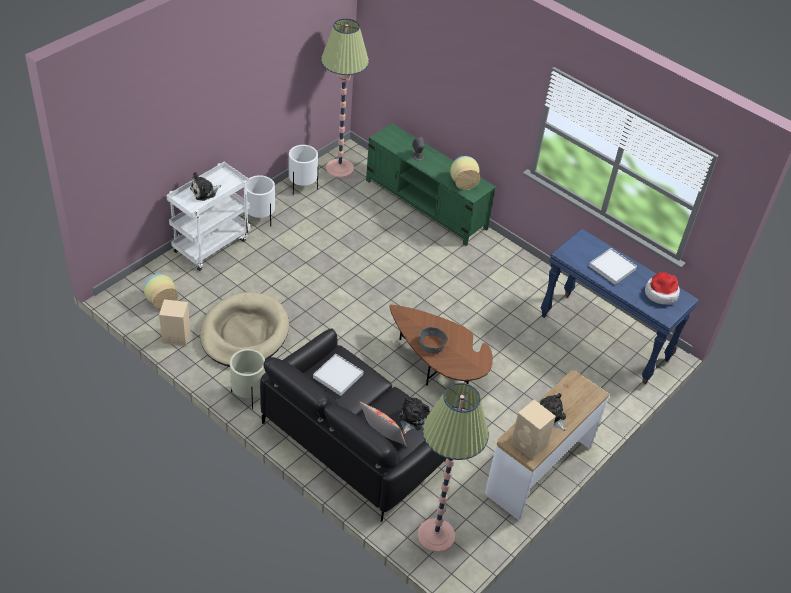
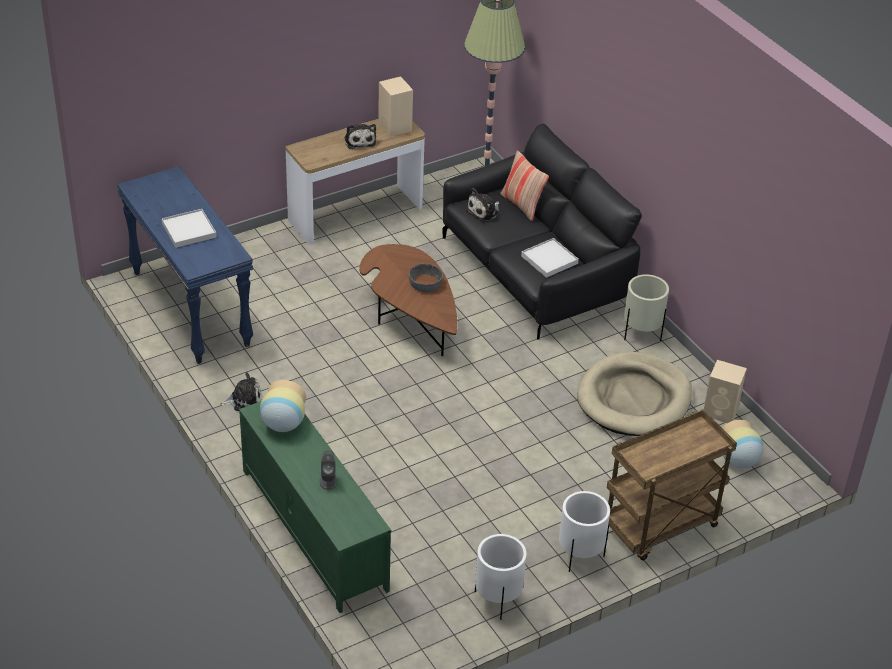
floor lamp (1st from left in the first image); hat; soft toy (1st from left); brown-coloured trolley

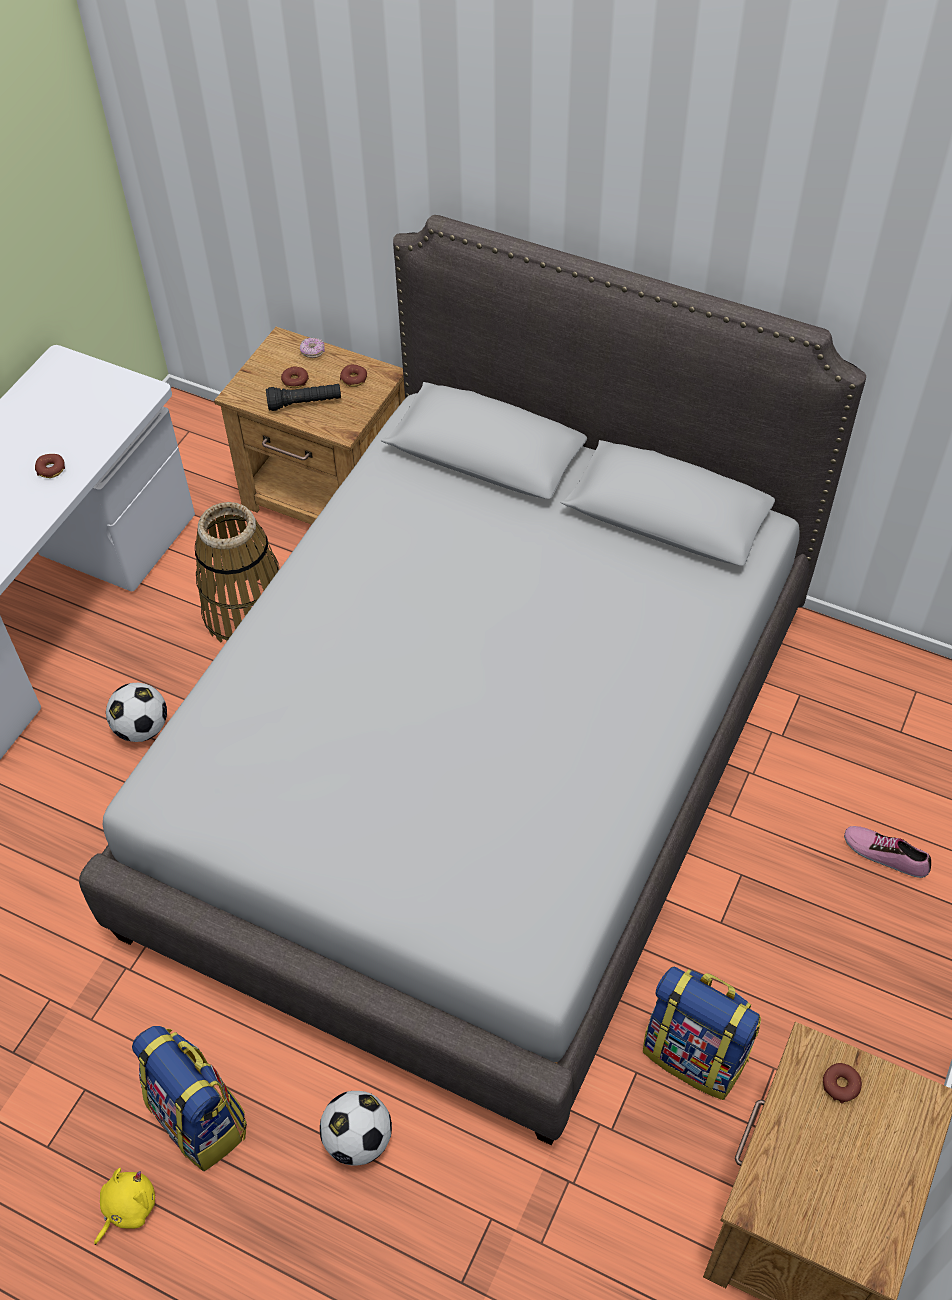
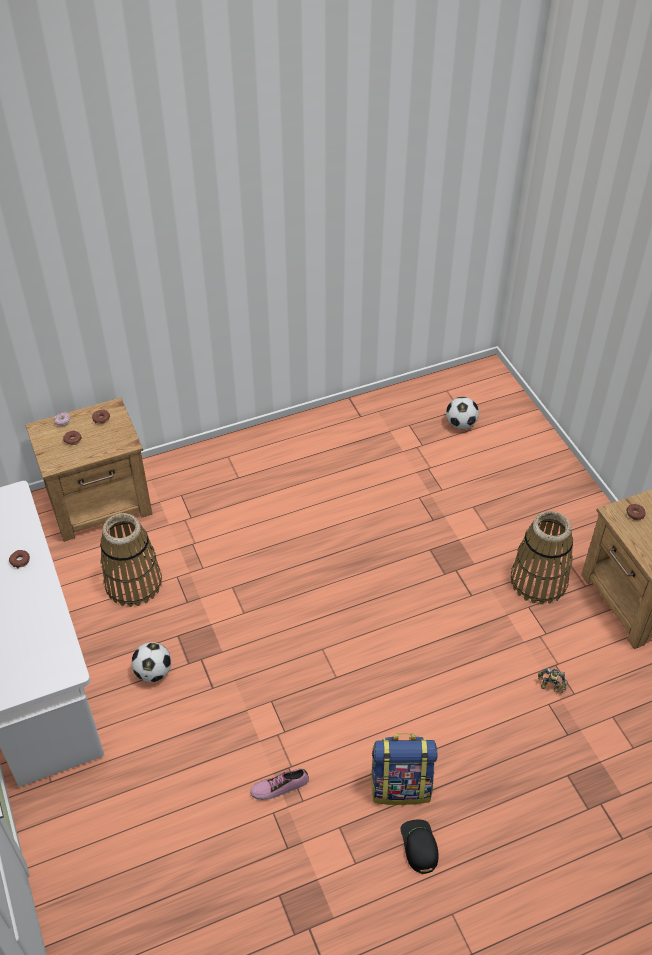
gray sleeping bed; black-coloured flashlight; toy robot; football ball (2nd from left); item of footwear; black-coloured peaked cap; basket (2nd from left)

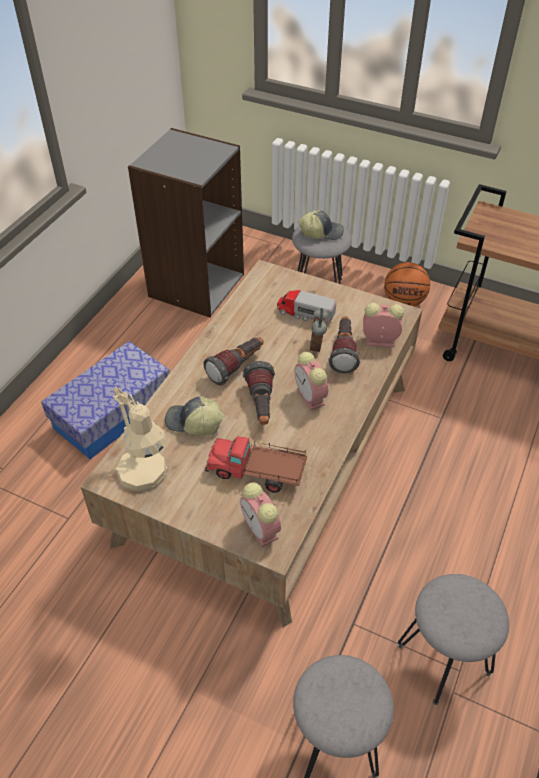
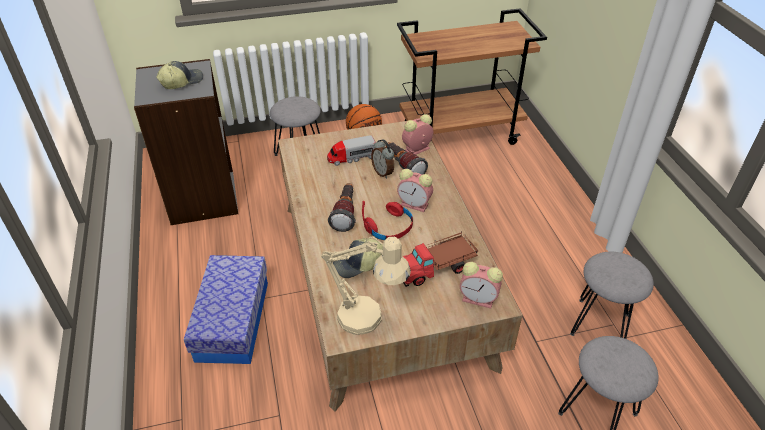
peaked cap (1st from left); reddish headset

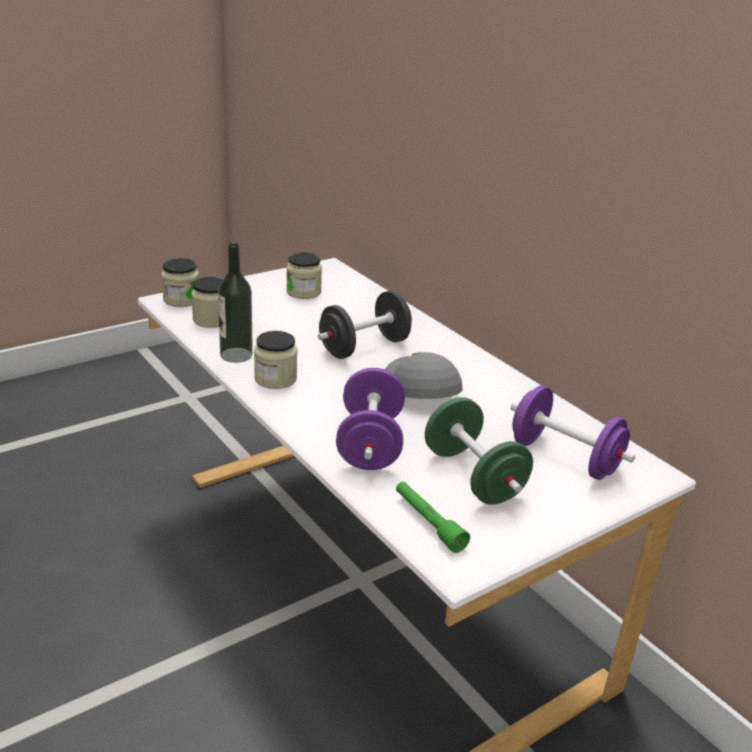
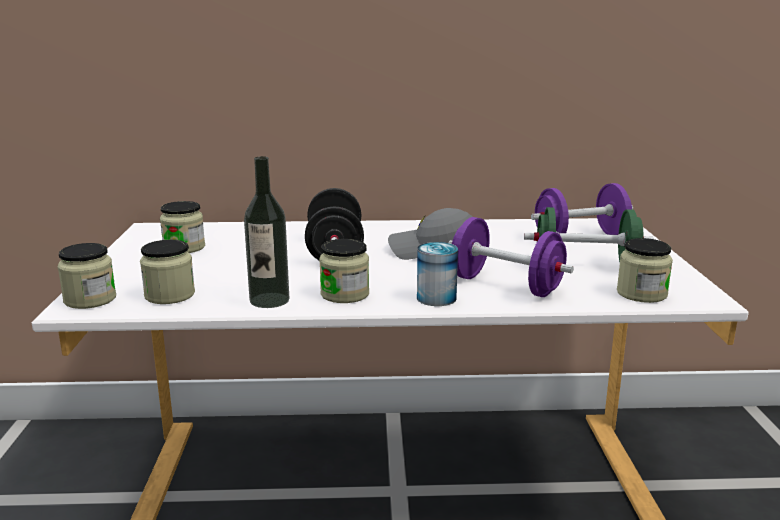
sealed can; preserve jar (5th from left)

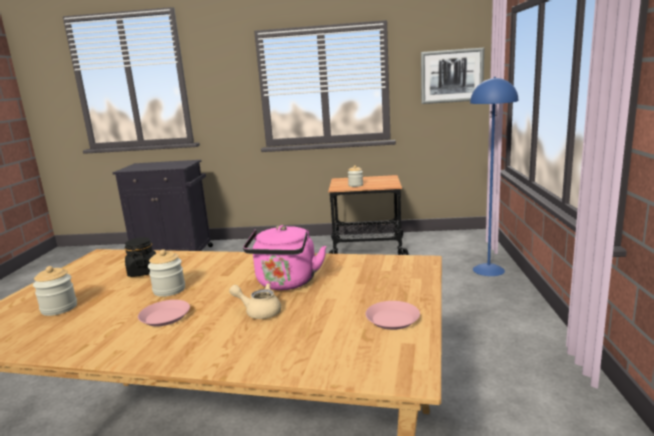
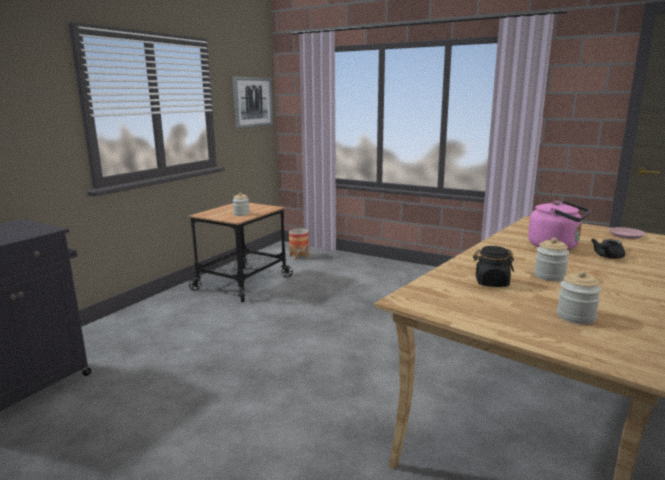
pinkish flat dish (1st from left in the first image); blue-coloured floor lamp; flower pot; black-coloured tea pot

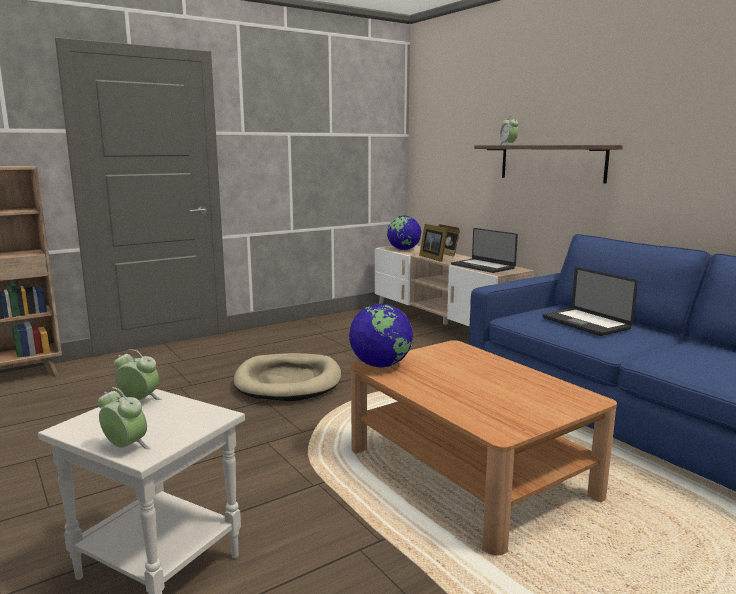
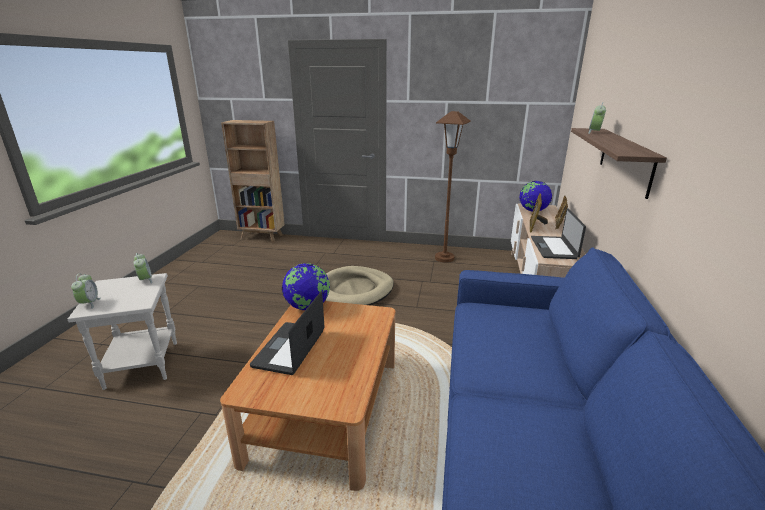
brown-coloured floor lamp; notebook computer (1st from left)

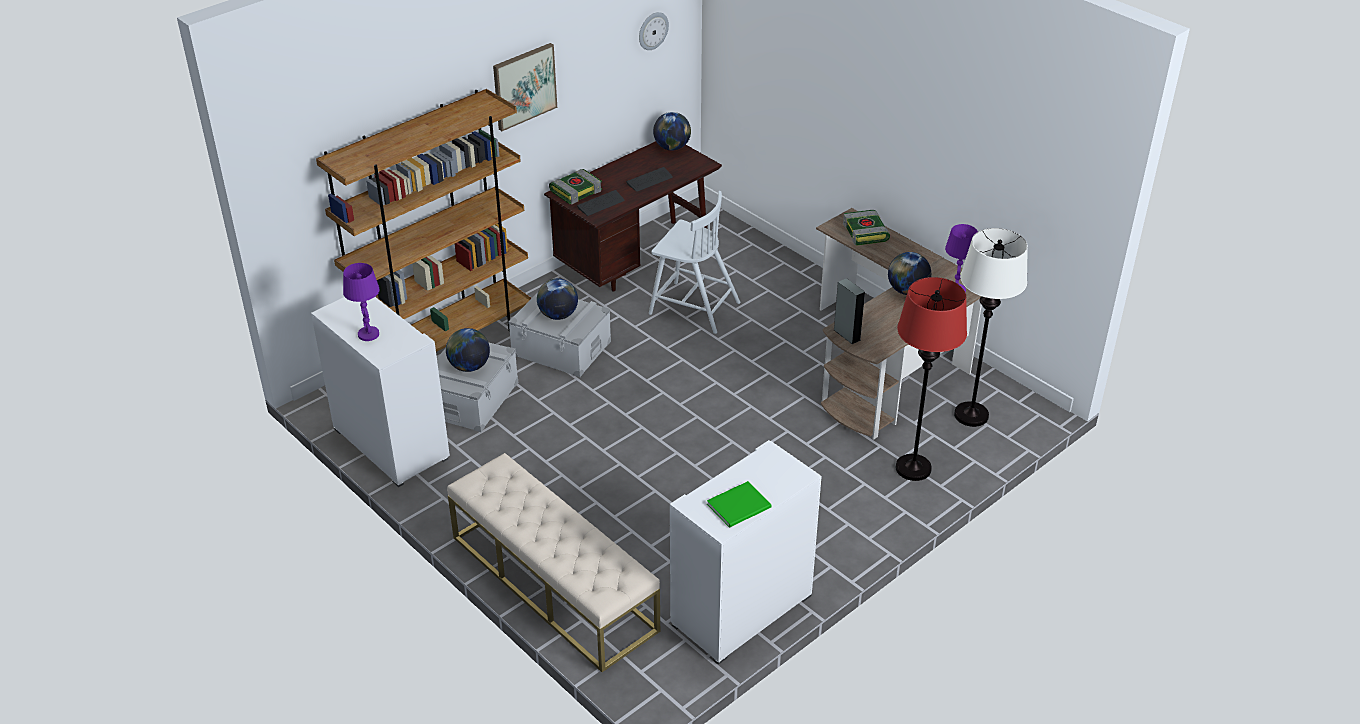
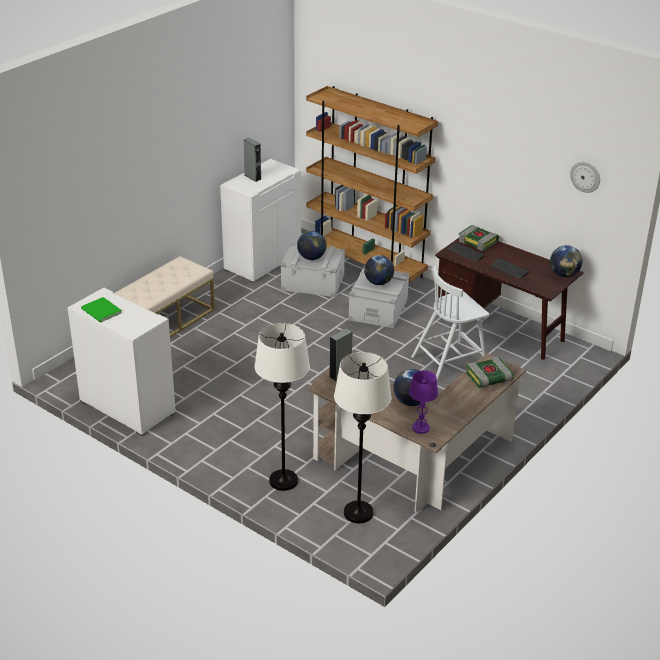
wall art; gray loudspeaker (1st from left); white-coloured floor lamp (1st from left); white-coloured plain chair

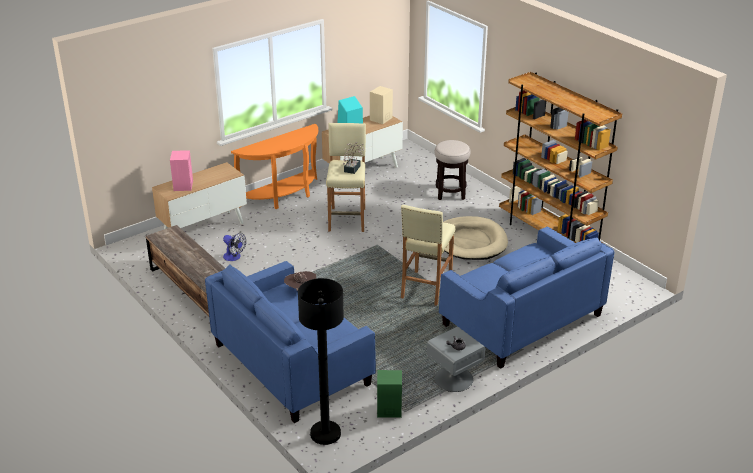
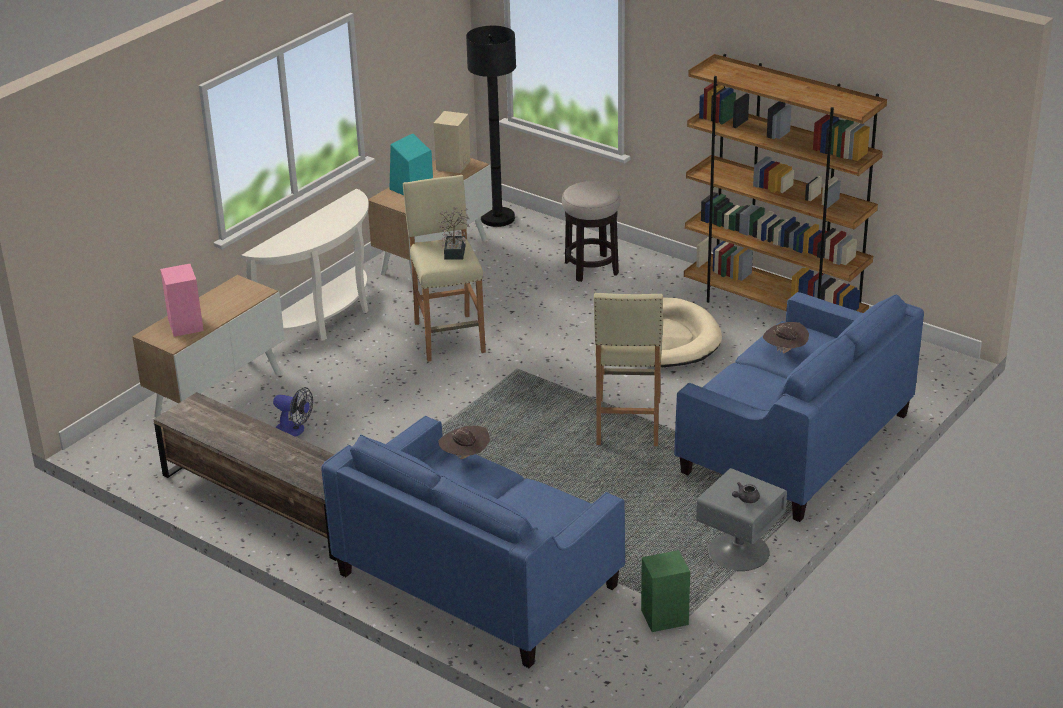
brown-coloured hat (2nd from left); black-coloured floor lamp; white-coloured console table

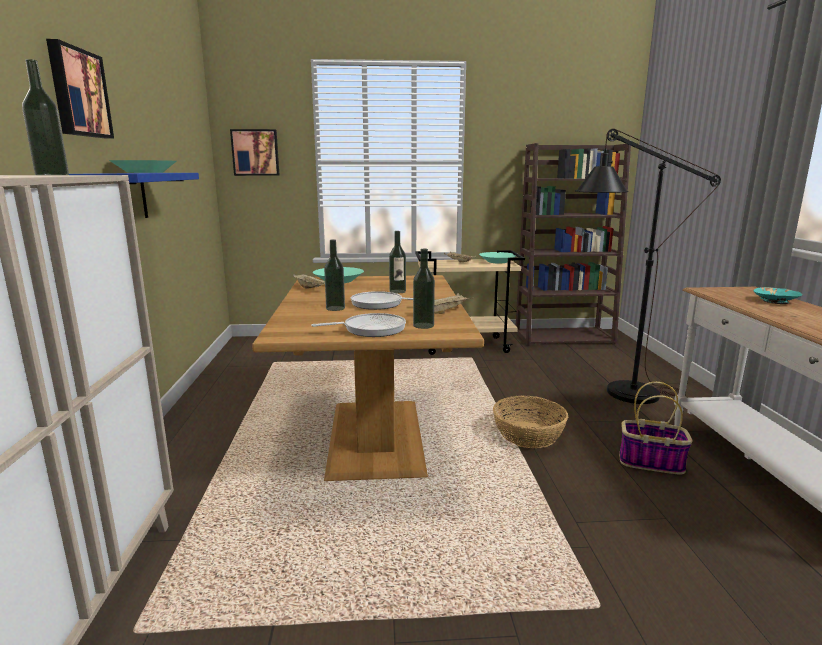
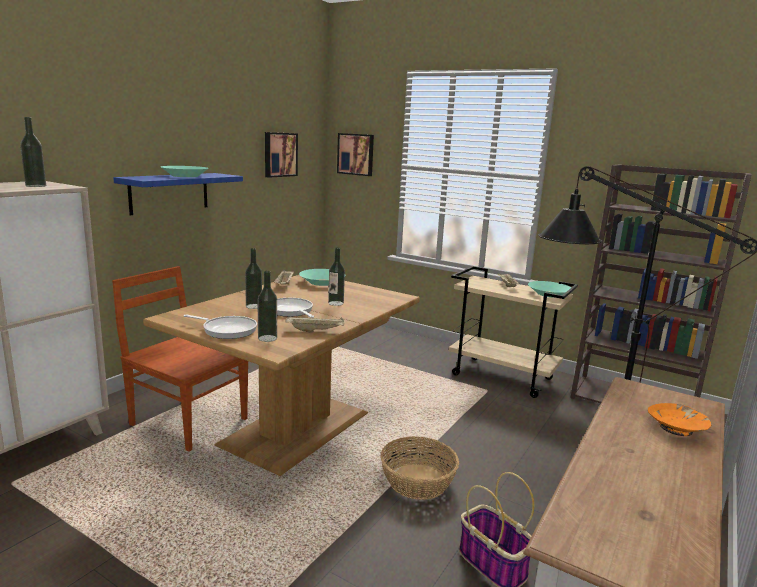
brown-coloured plain chair; wall art (1st from left); orangey serving bowl

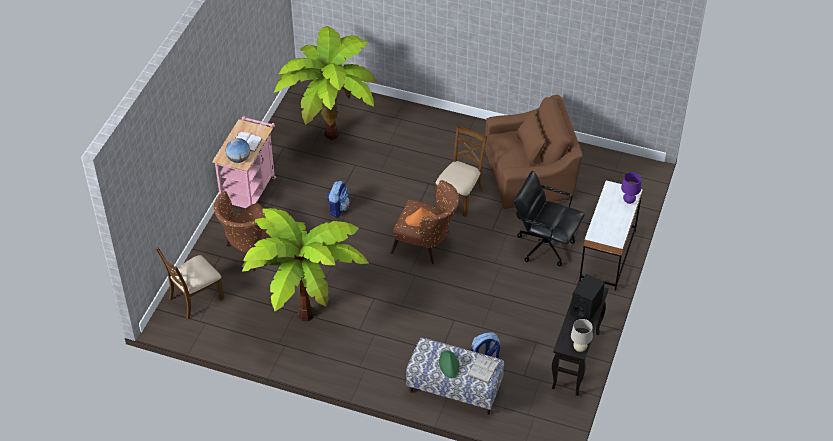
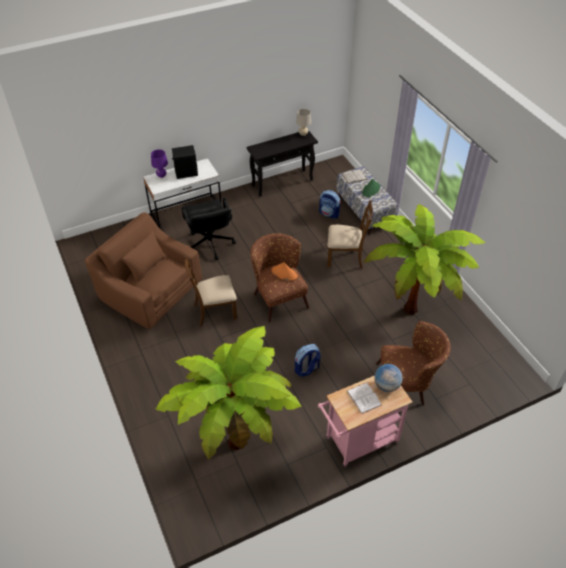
brown-coloured plain chair (2nd from left); black-coloured loudspeaker

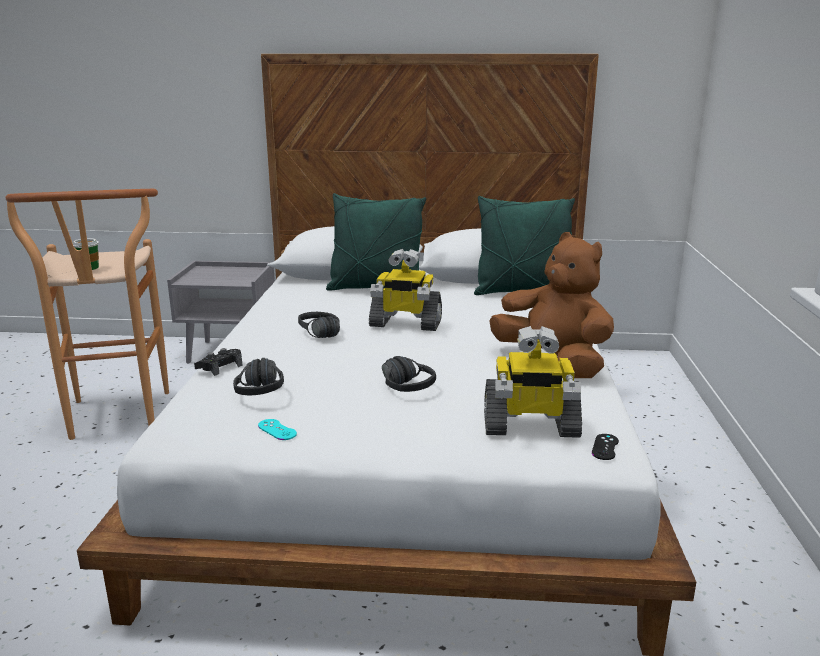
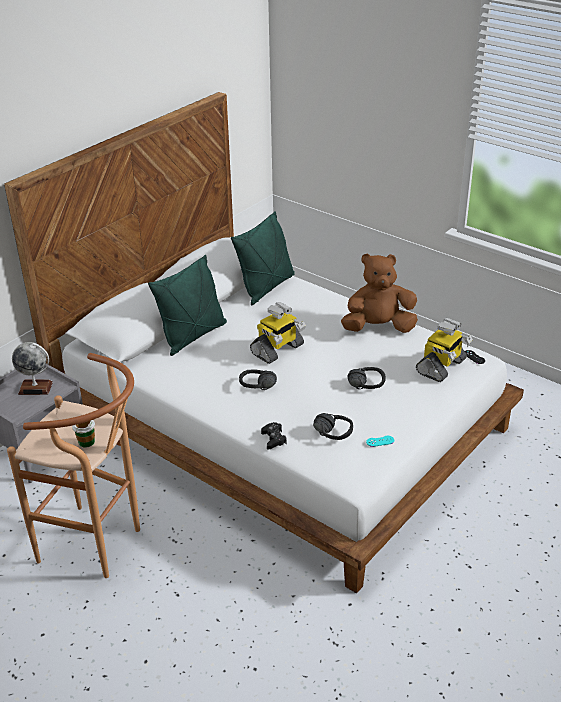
world globe

